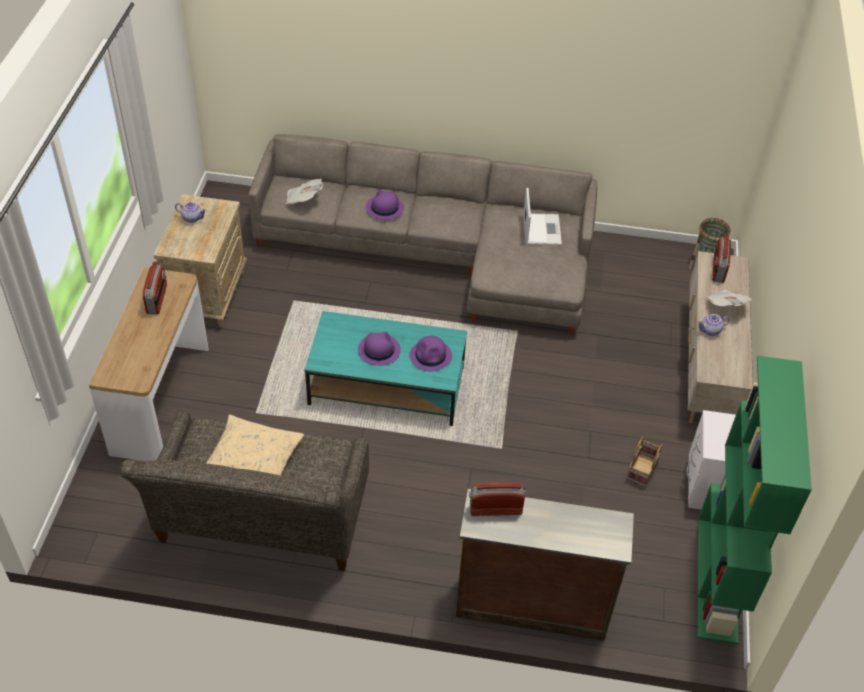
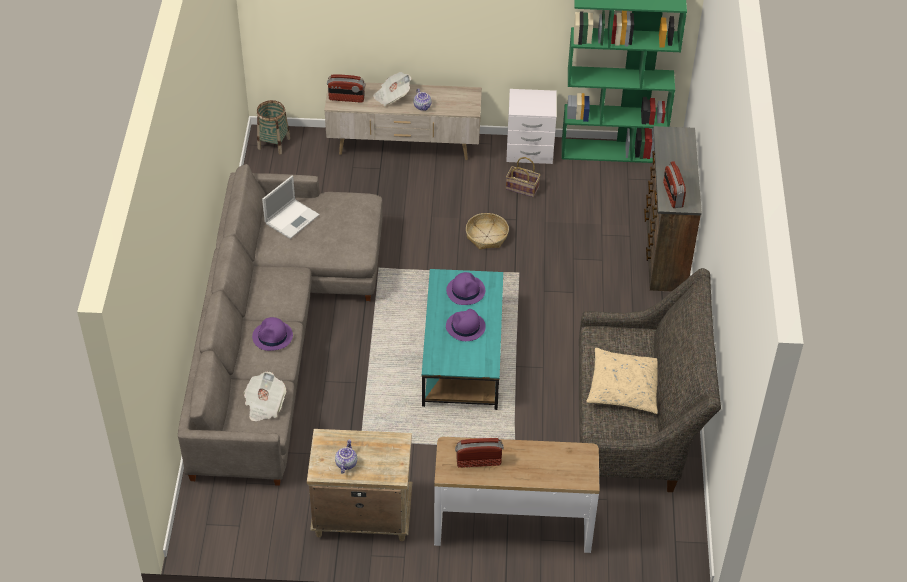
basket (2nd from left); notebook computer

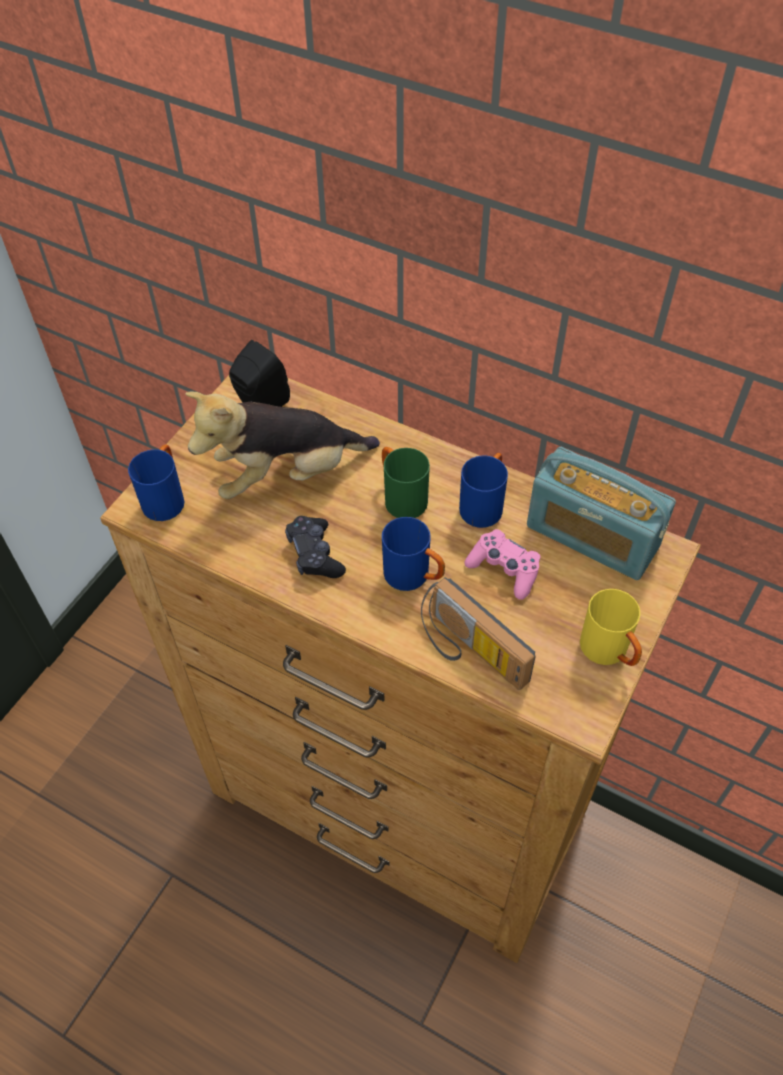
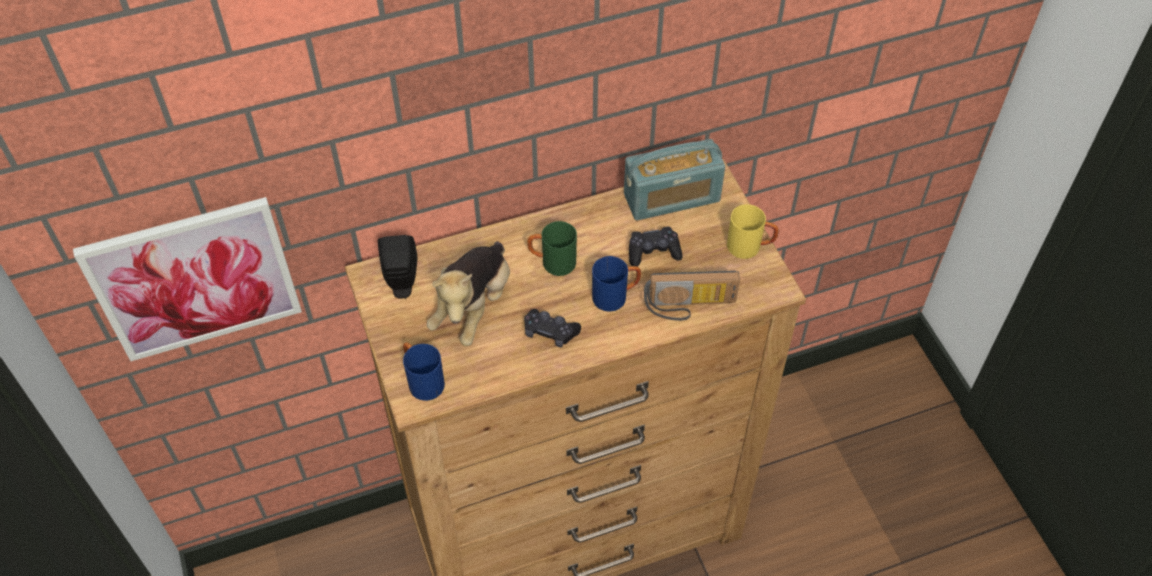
blue-coloured coffee mug (3rd from left in the first image); wall art; black-coloured game controller (2nd from left)

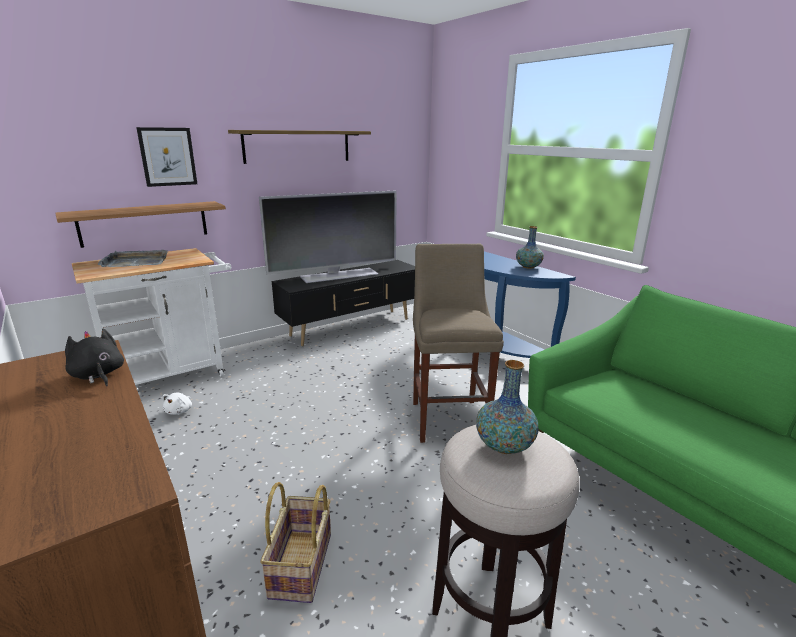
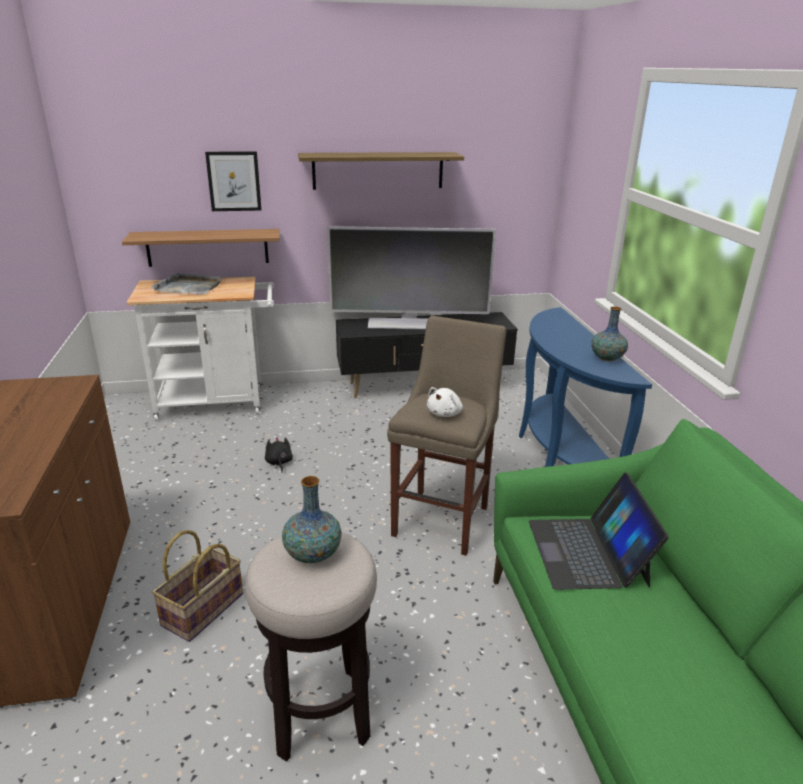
notebook computer; black-coloured soft toy; white-coloured soft toy

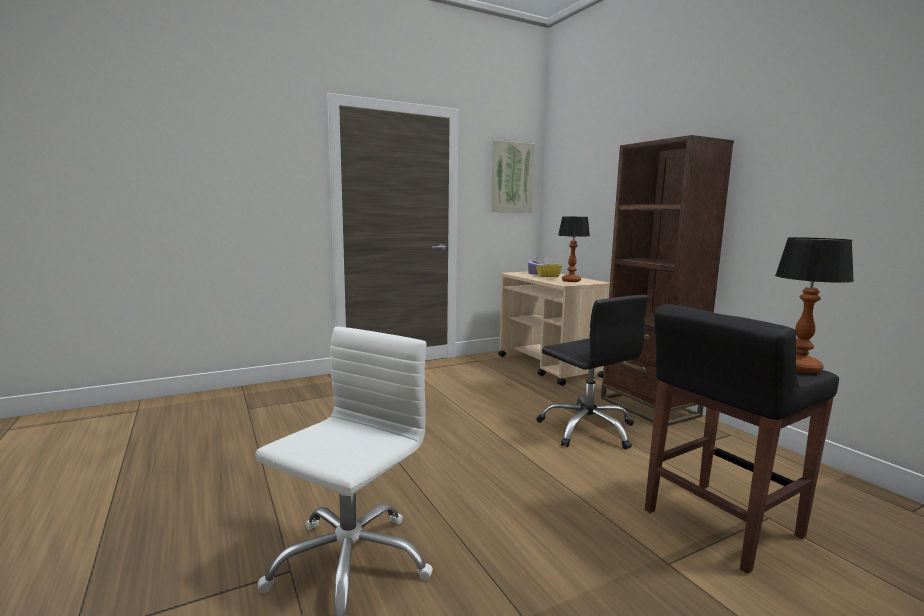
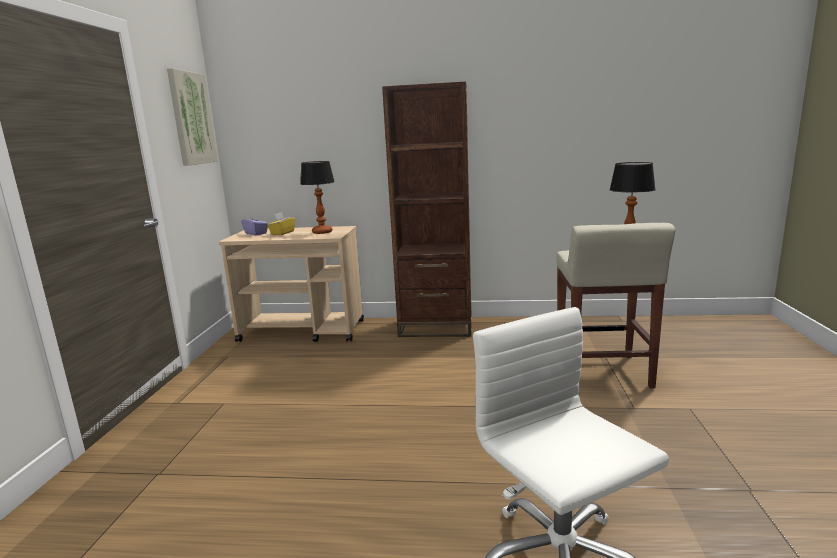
black-coloured desk chair; beige-coloured stool

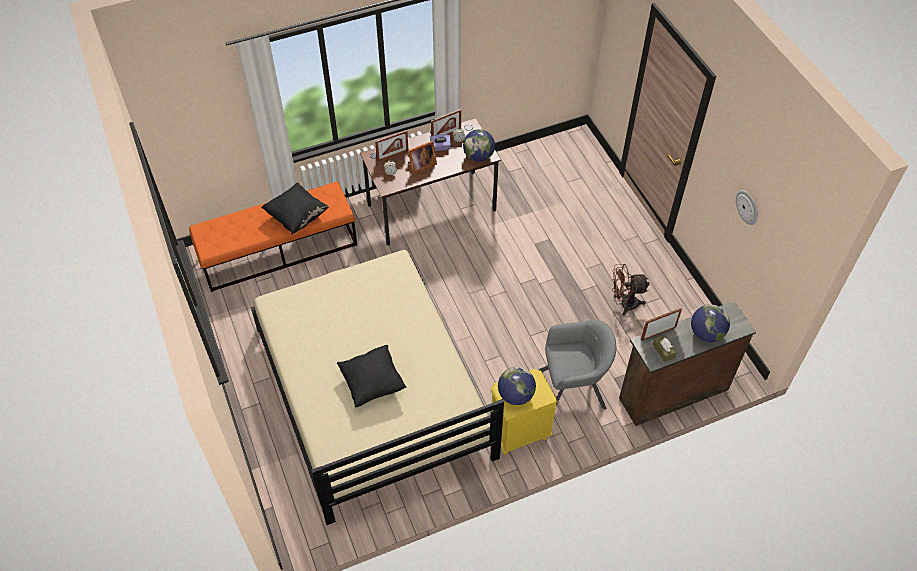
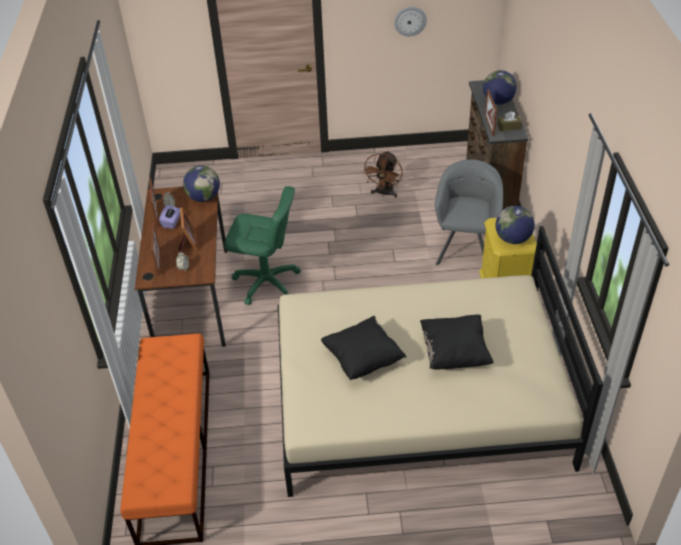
green desk chair; black-coloured pillow (1st from left)

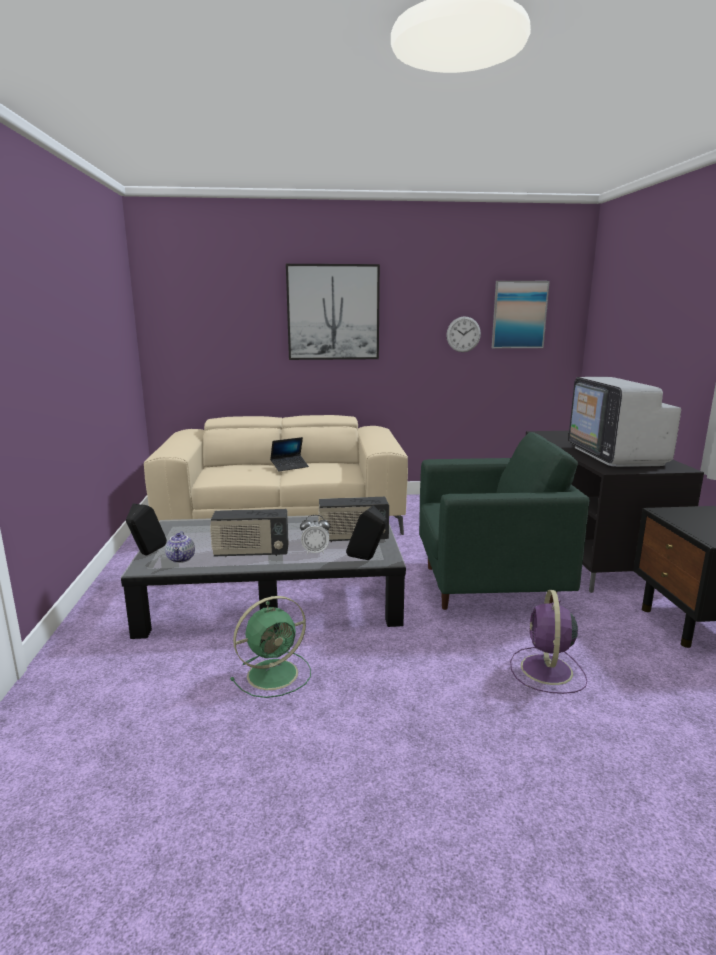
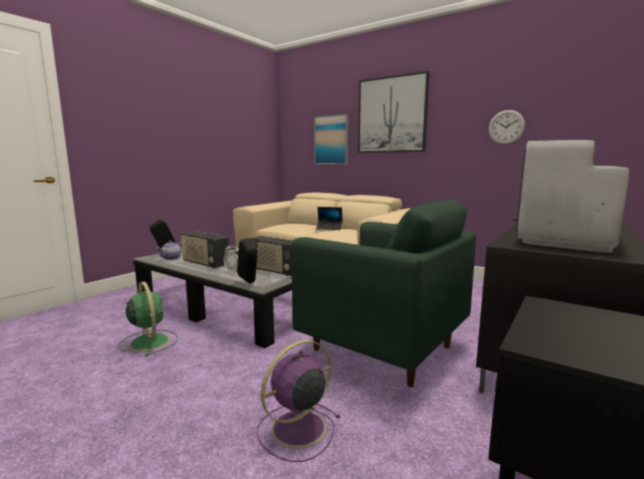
wall art (1st from left); green cooling fan

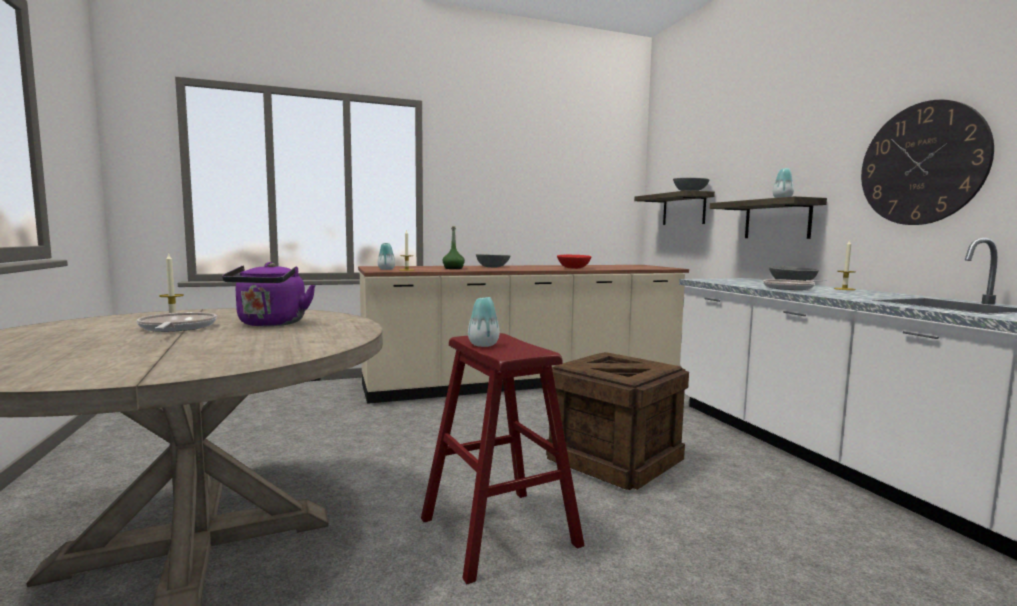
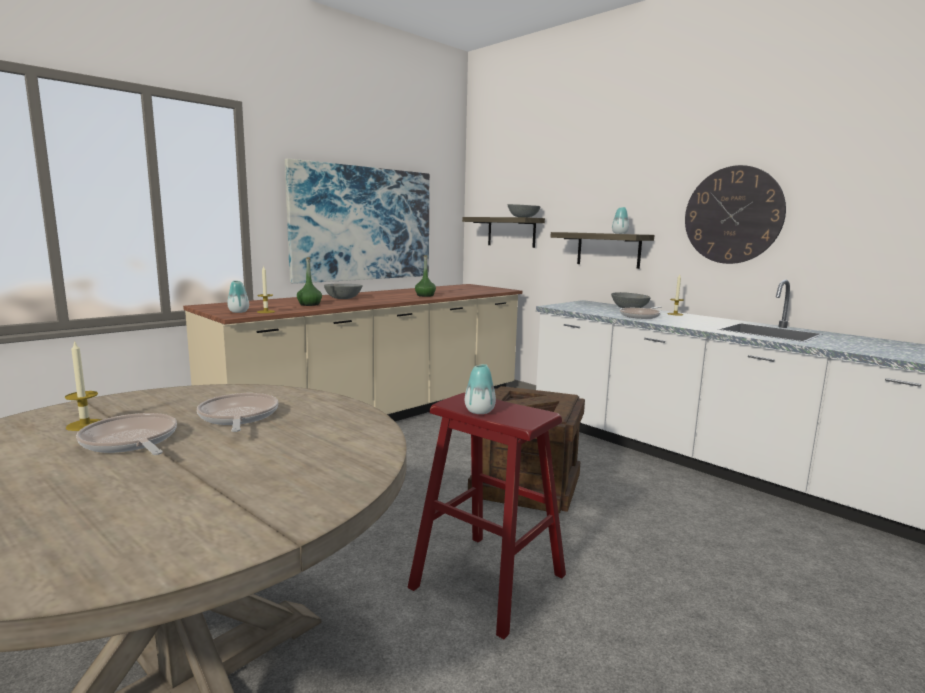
wall art; pan (2nd from left); green bottle (2nd from left)

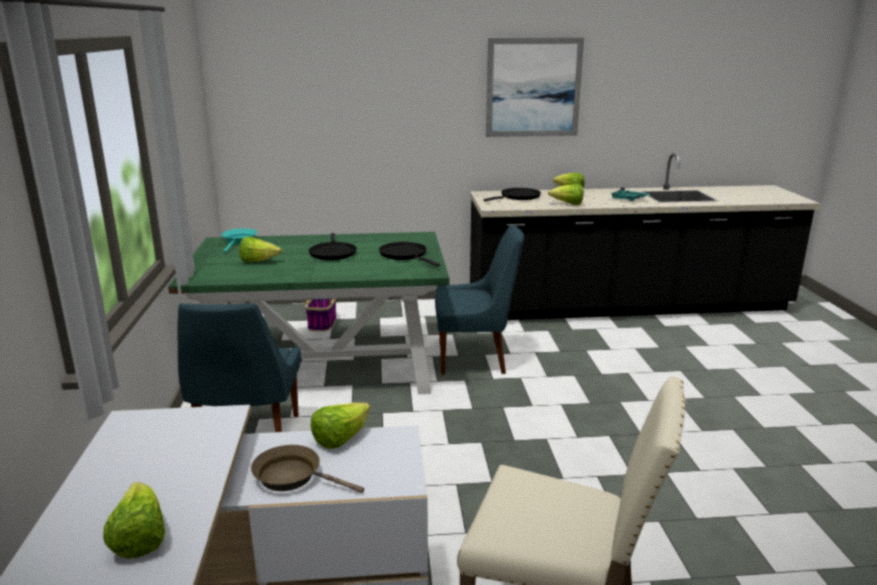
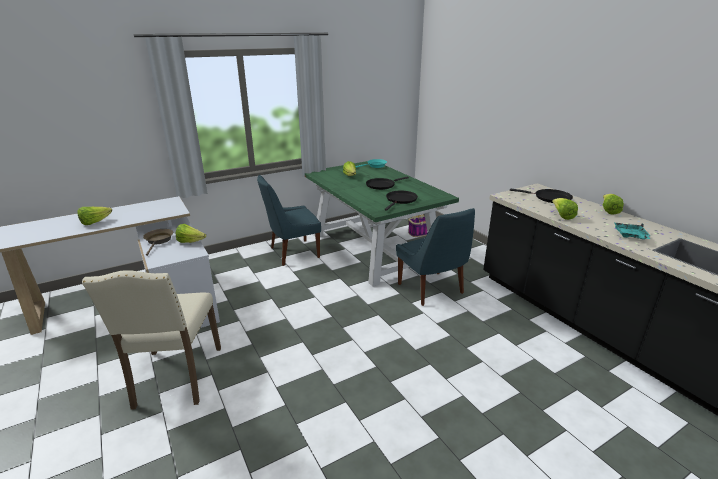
wall art

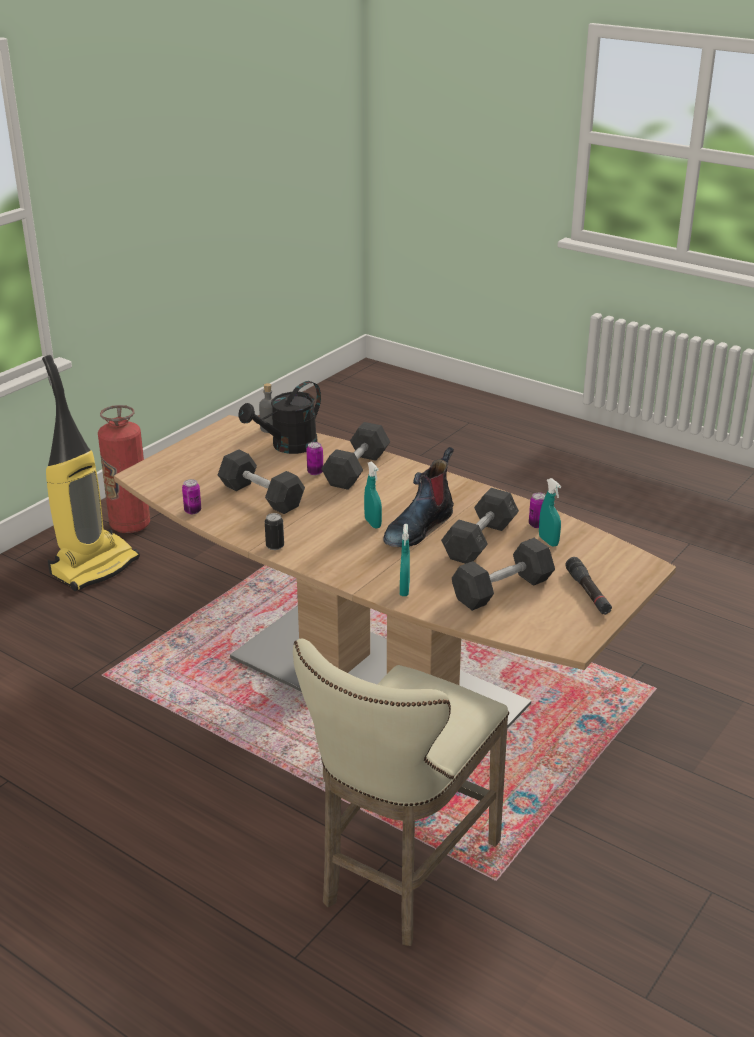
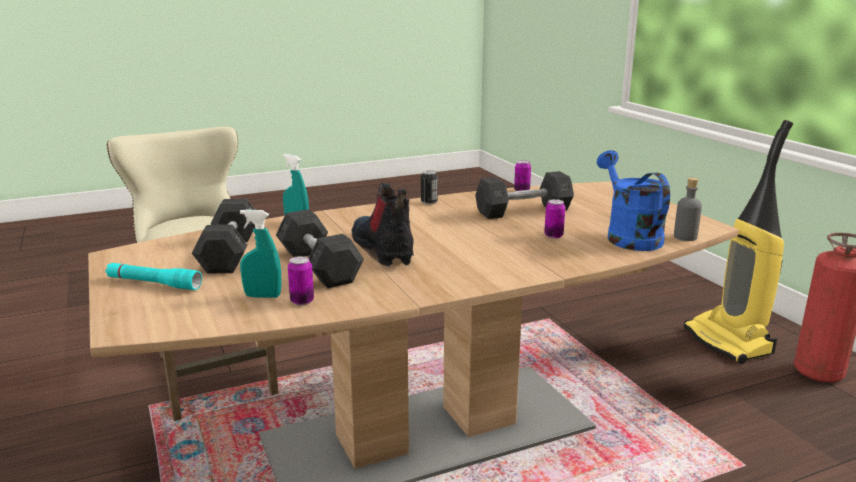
gray dumbbell (2nd from left in the first image); blue-green spray bottle (1st from left in the first image); blue-coloured watering pot; blue-green flashlight

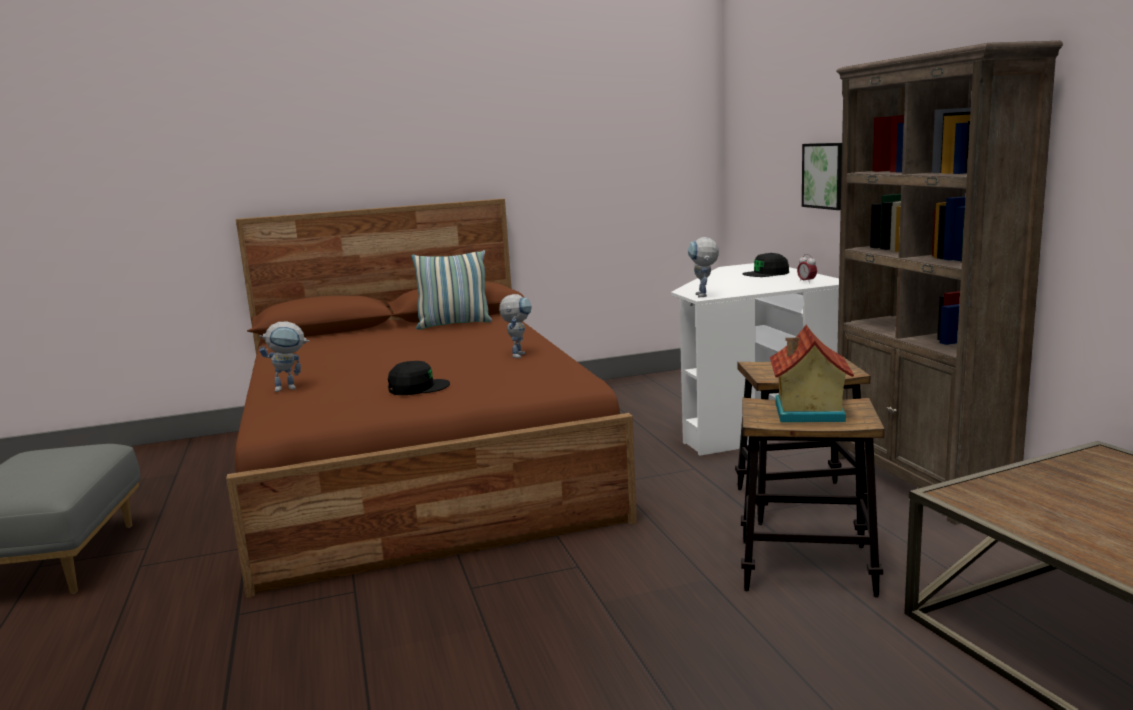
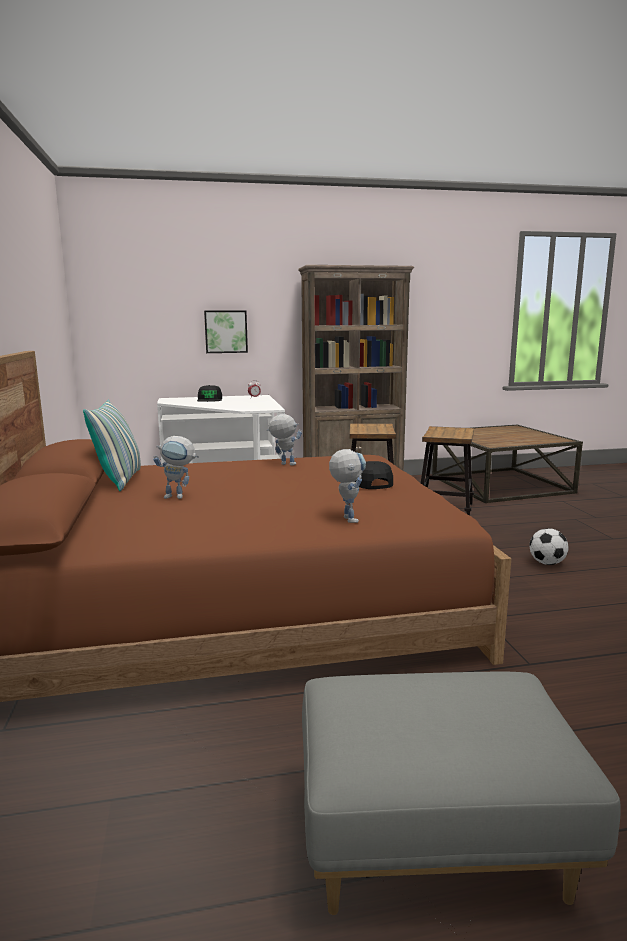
toy house; football ball; toy robot (1st from left)

